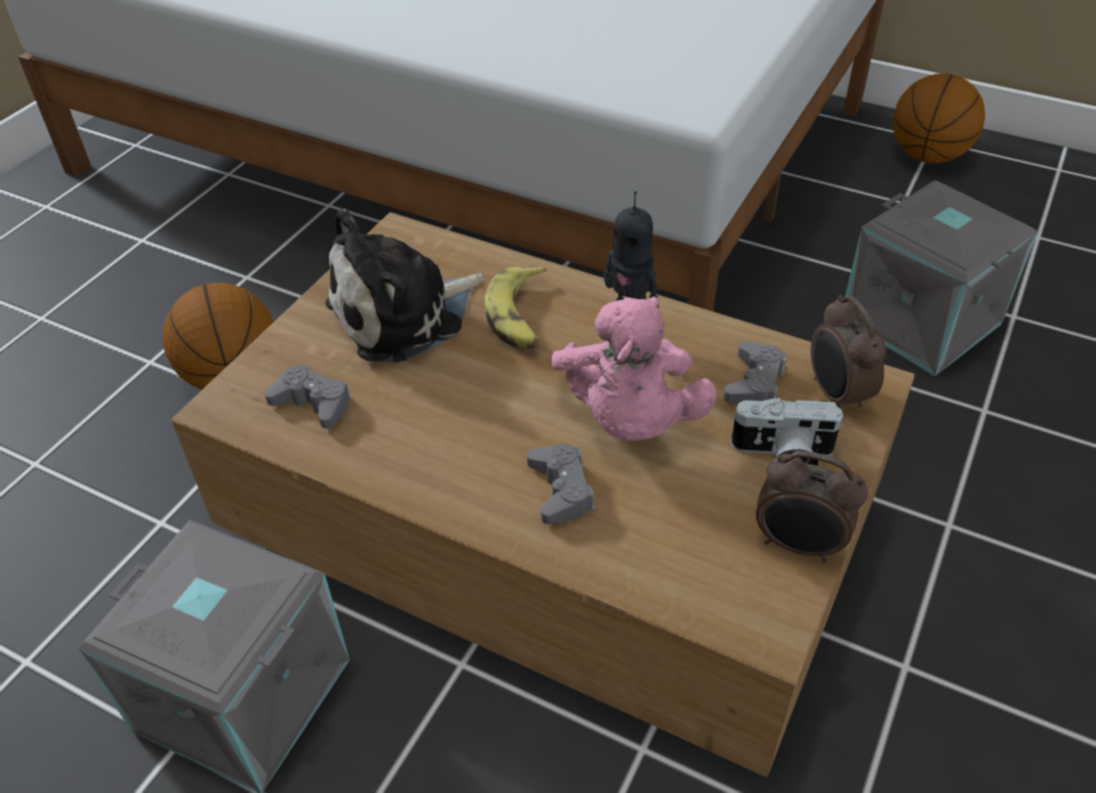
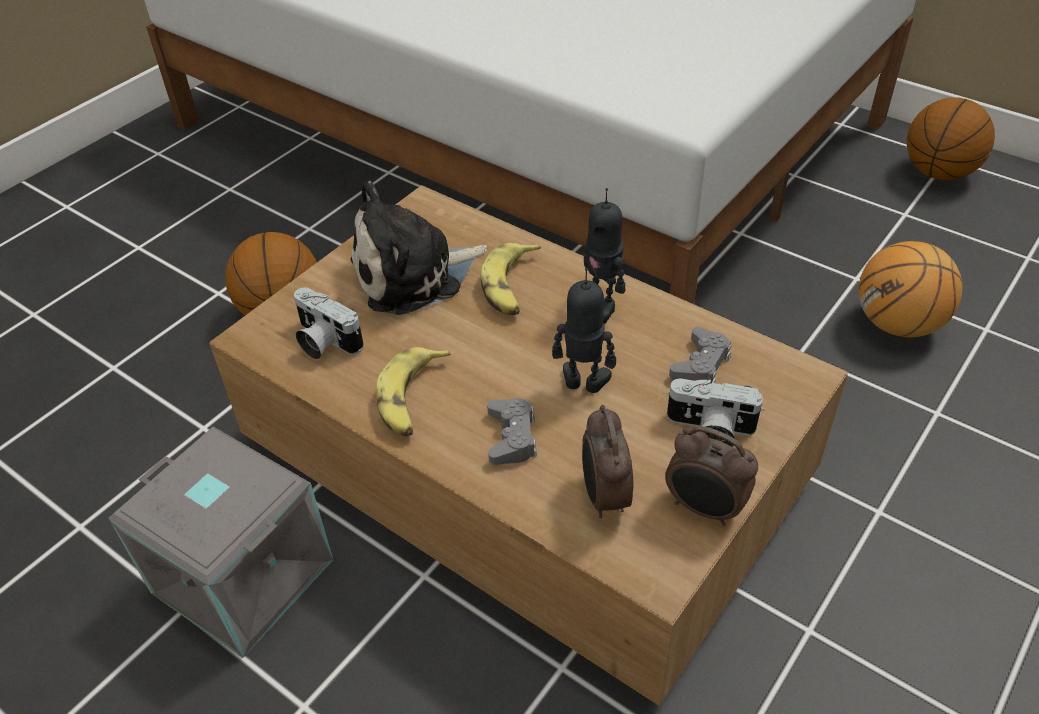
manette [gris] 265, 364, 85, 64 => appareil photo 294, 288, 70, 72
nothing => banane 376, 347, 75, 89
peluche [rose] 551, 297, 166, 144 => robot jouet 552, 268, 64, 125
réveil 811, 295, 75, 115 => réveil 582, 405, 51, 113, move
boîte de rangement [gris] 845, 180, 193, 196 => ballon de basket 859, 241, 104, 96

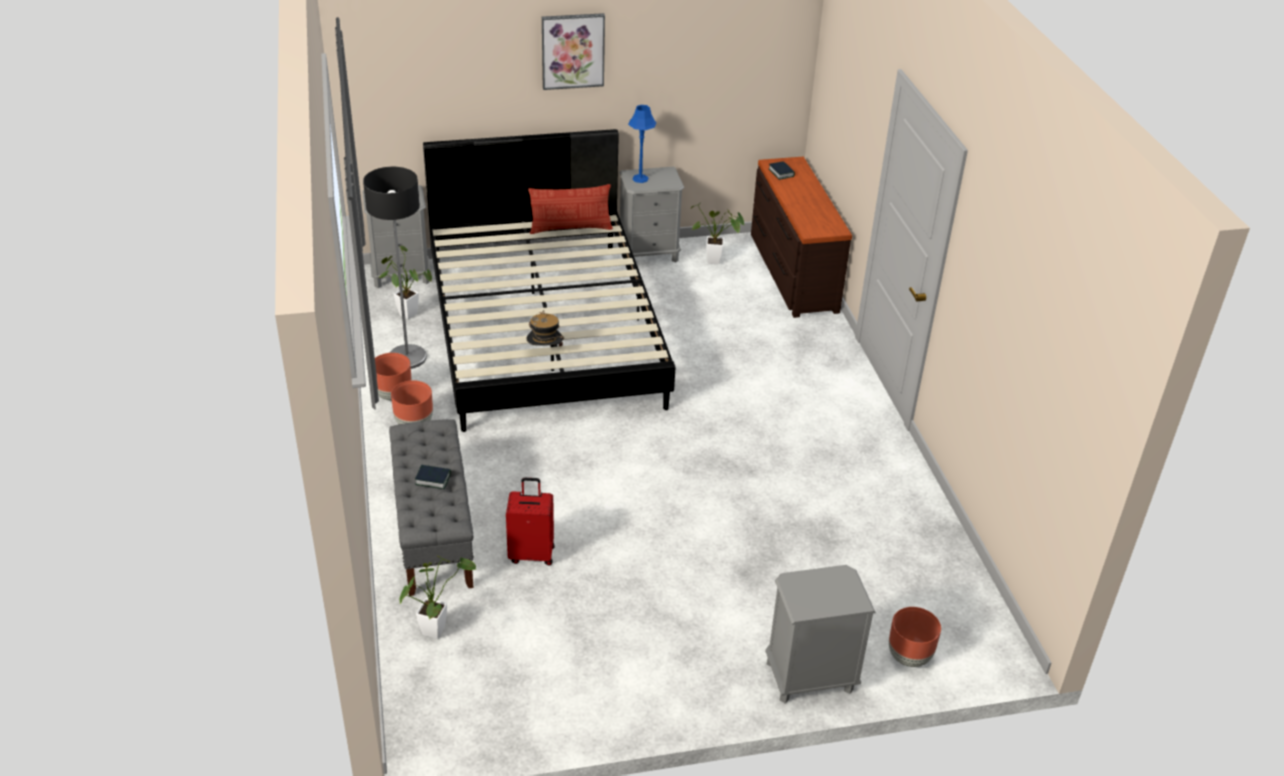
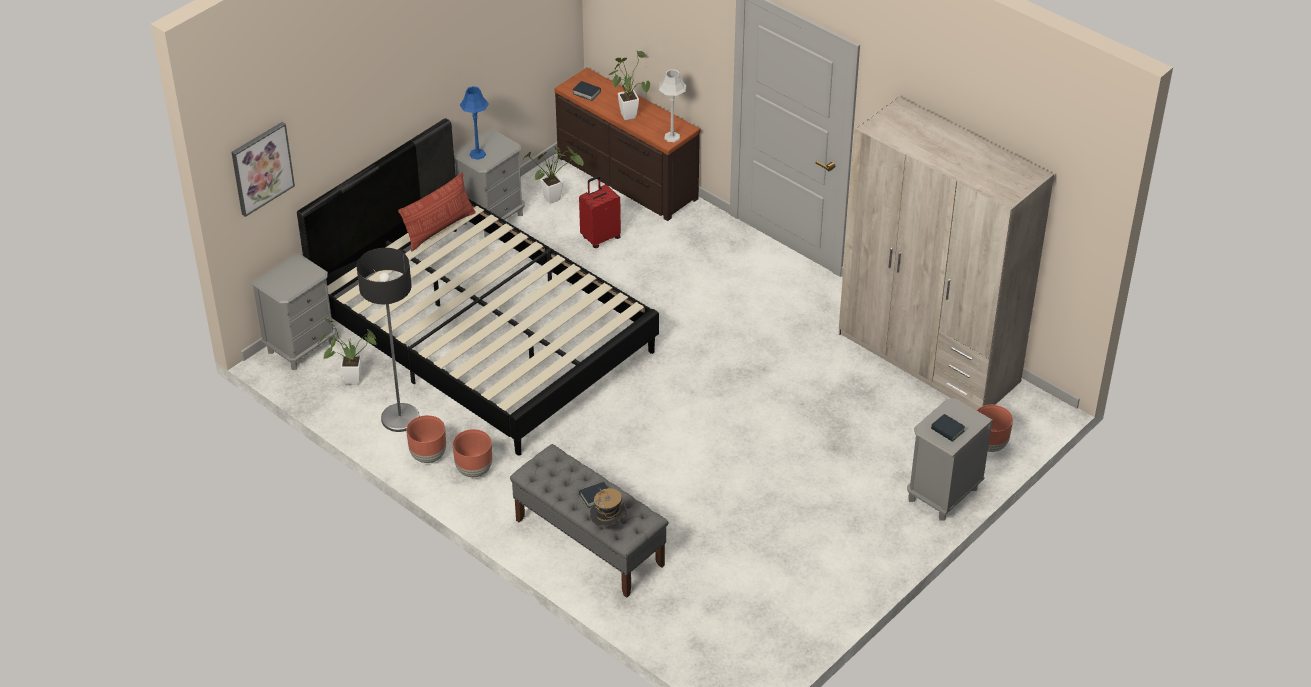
tableau 542, 13, 63, 77 => tableau 231, 122, 64, 95, move
valise [rouge] 506, 478, 49, 87 => valise [rouge] 579, 176, 42, 72, move
chapeau 526, 310, 38, 36 => chapeau 590, 488, 36, 39, move
plante en pot 400, 555, 76, 84 => plante en pot 608, 51, 42, 69, move
nothing => lampe de table [gris] 659, 69, 27, 73
nothing => armoire [beige] 839, 96, 215, 314
nothing => livre 931, 414, 34, 28

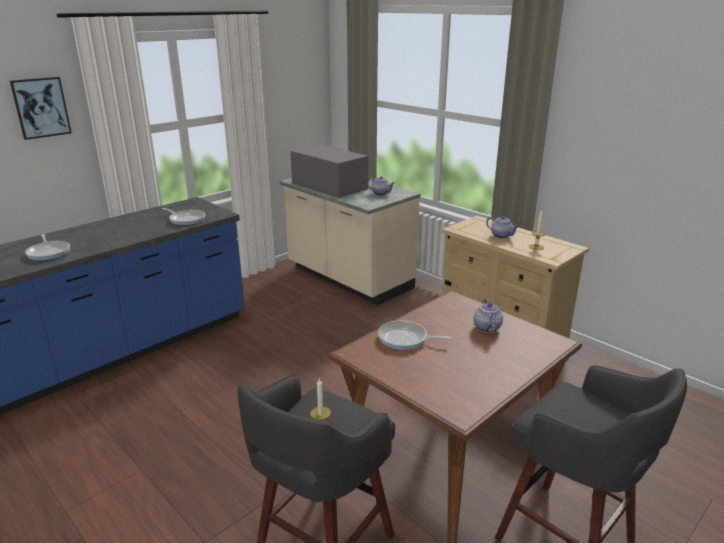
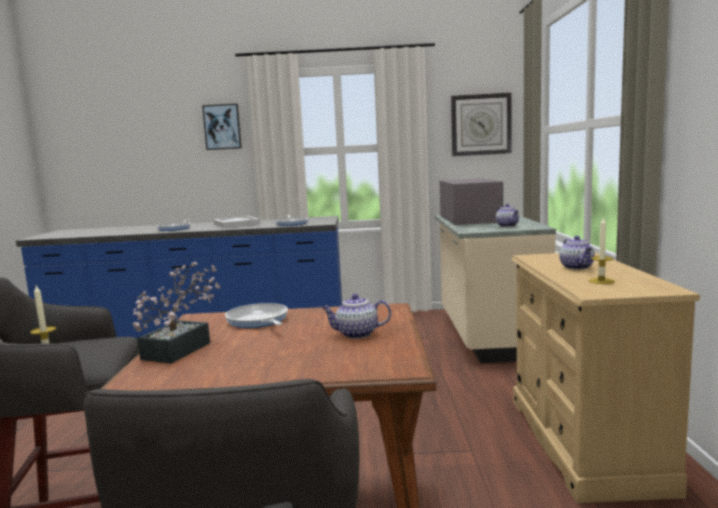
nothing => plante en pot 133, 262, 88, 102
nothing => plateau [blanc] 214, 216, 46, 12
théière 473, 299, 30, 34 => théière 321, 294, 70, 45, 135 degrees counterclockwise
nothing => horloge murale 451, 93, 60, 63

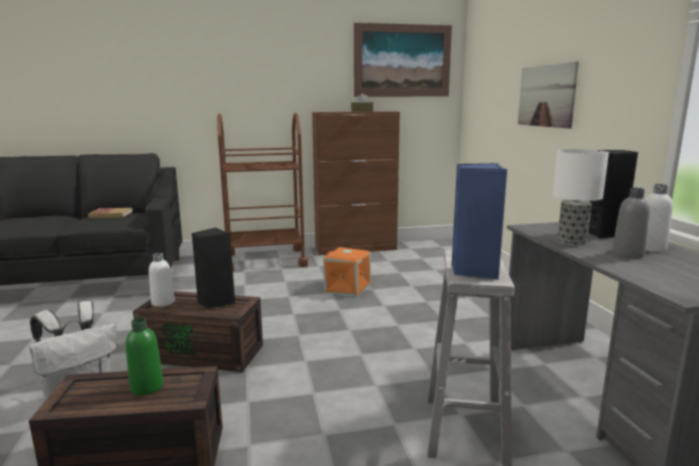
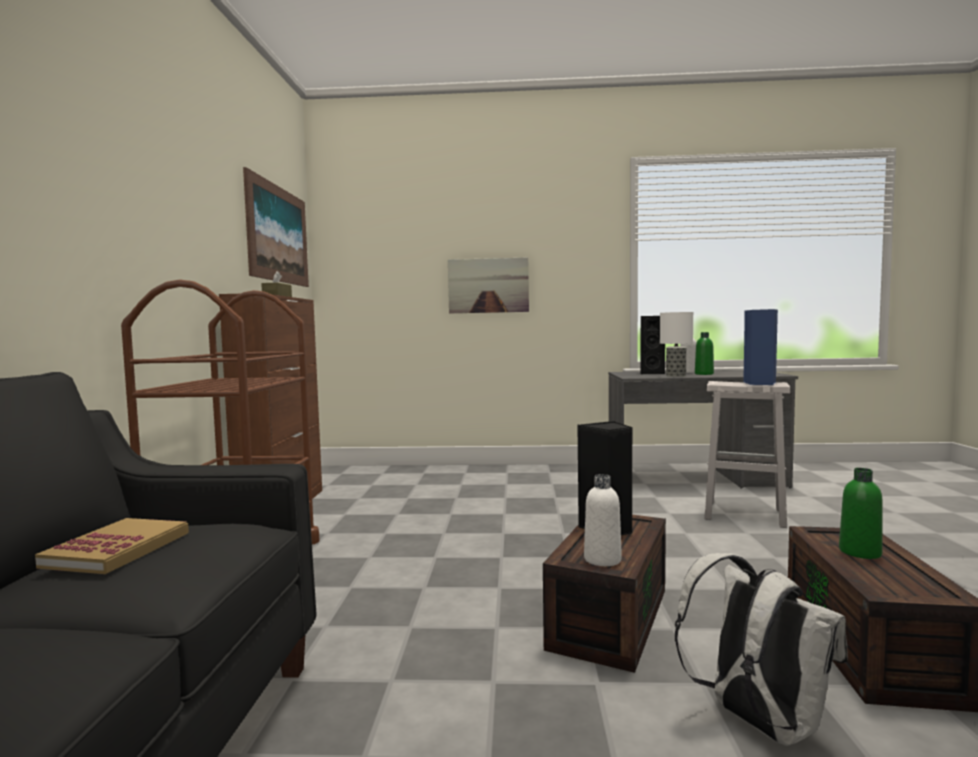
bouteille [gris] 612, 188, 38, 71 => bouteille [vert] 695, 332, 19, 43
boîte de rangement [orange] 323, 247, 48, 50 => nothing

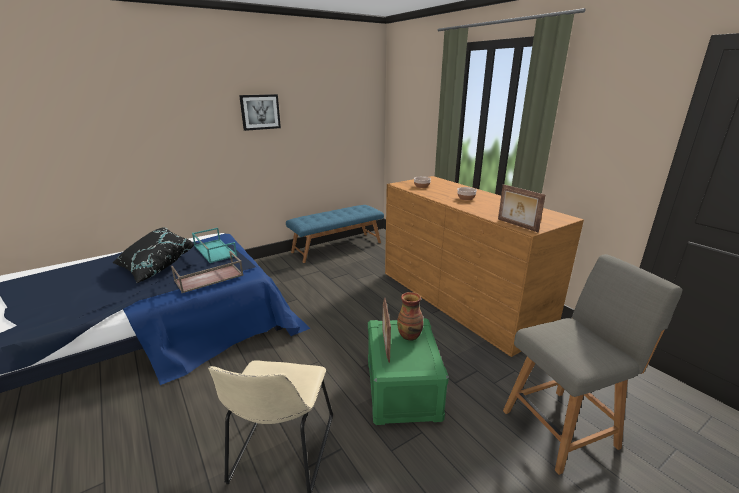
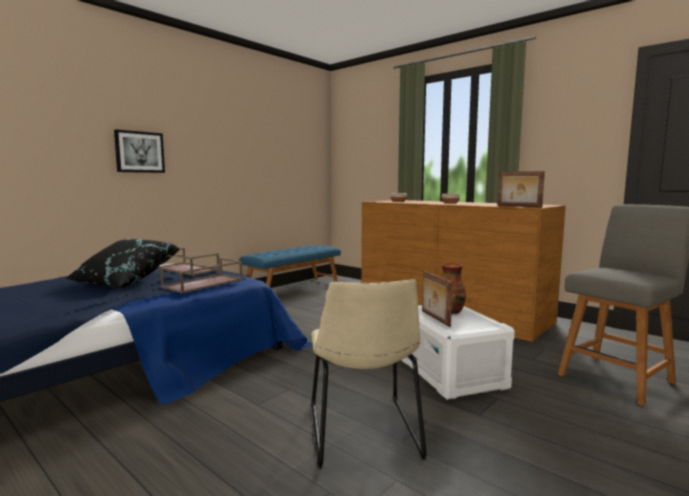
tableau 239, 94, 42, 37 => tableau 114, 129, 51, 44, move
plateau [turquoise] 192, 228, 45, 35 => plateau [marron] 158, 248, 61, 28
boîte de rangement [vert] 368, 318, 81, 107 => boîte de rangement [blanc] 402, 305, 113, 95

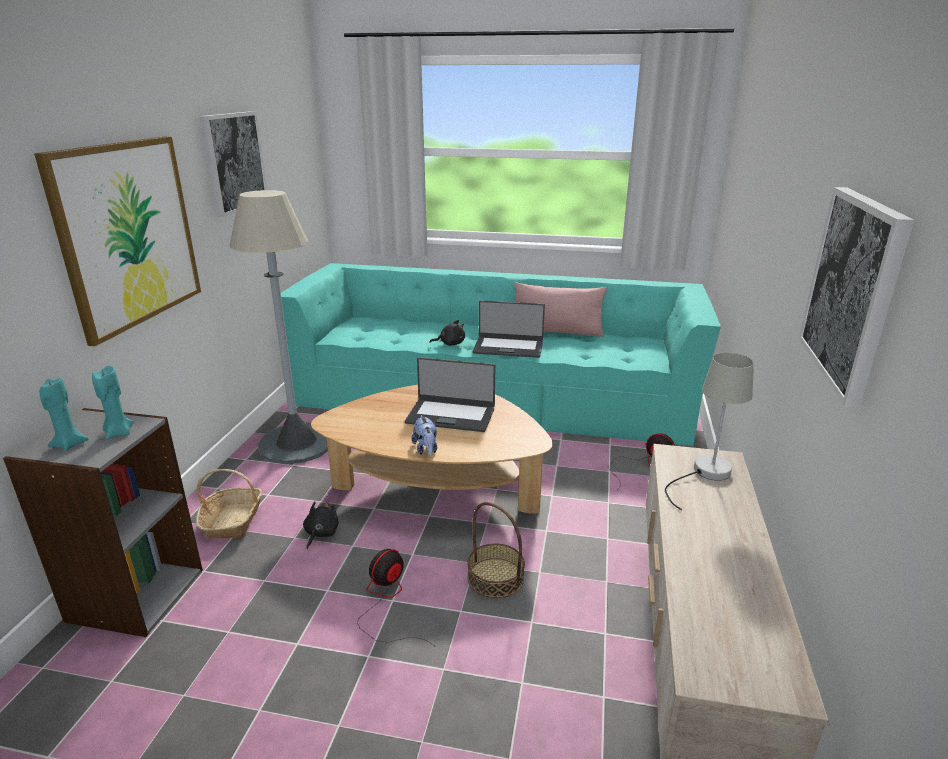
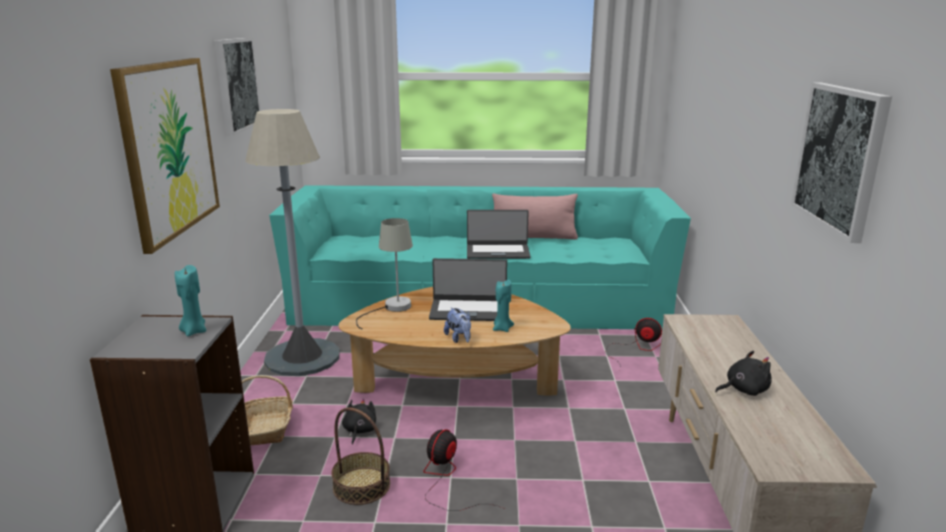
panier 467, 502, 58, 96 => panier 331, 408, 59, 97, move
lampe de table [gris] 665, 353, 89, 157 => lampe de table [gris] 356, 218, 57, 111, move
bougie [turquoise] 39, 377, 50, 74 => bougie [turquoise] 493, 280, 21, 52, move
peluche [noir] 429, 320, 36, 26 => peluche [noir] 715, 351, 57, 45, move

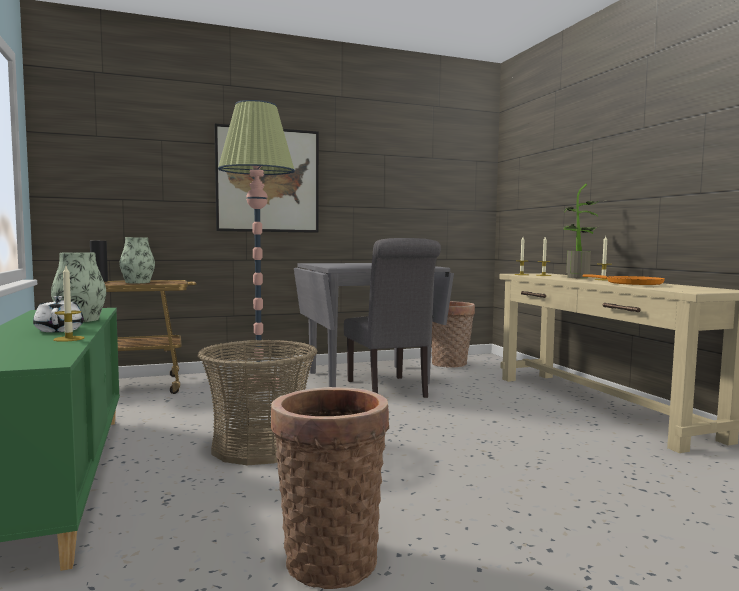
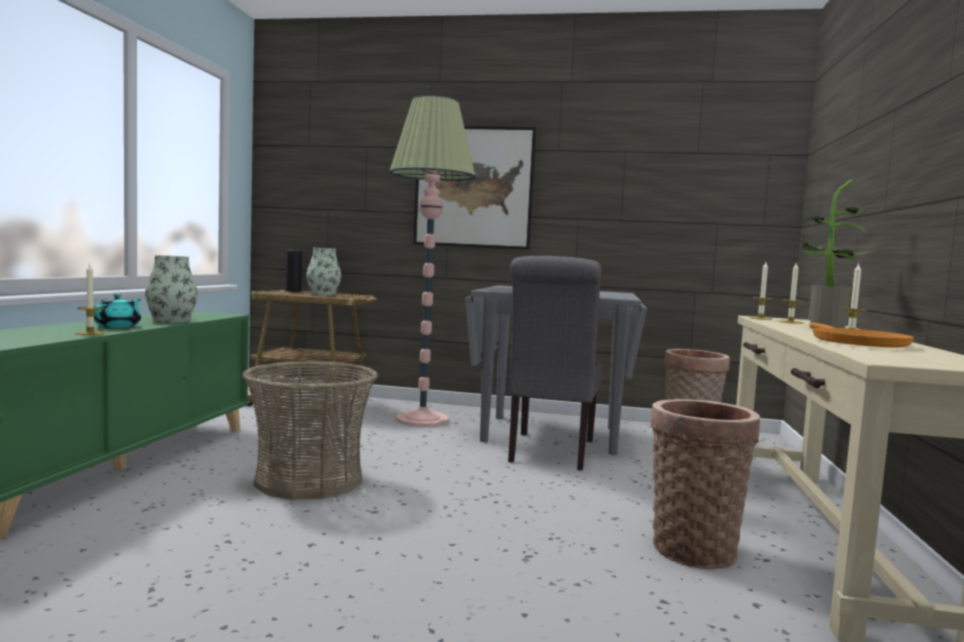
théière [blanc] 33, 296, 51, 36 => théière [turquoise] 94, 294, 47, 34
panier 271, 387, 118, 202 => panier 651, 399, 109, 170, move

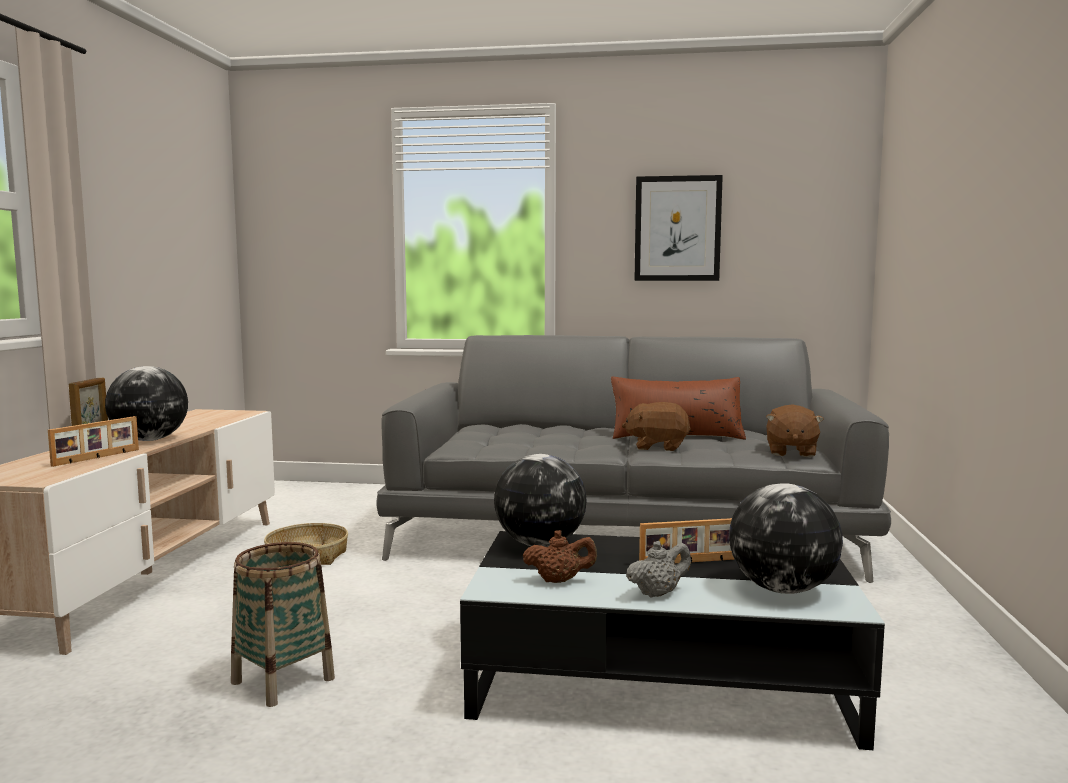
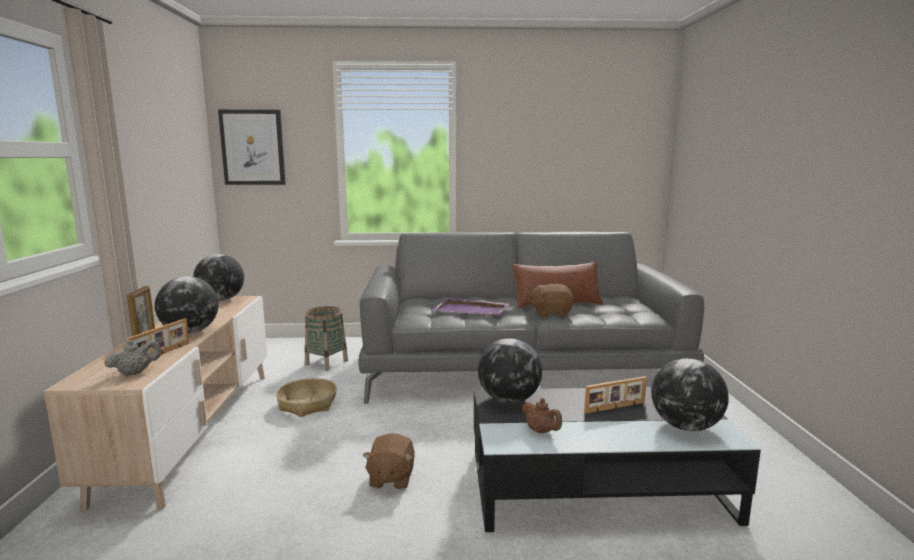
théière [gris] 626, 541, 65, 56 => théière [gris] 104, 340, 57, 36, move
nothing => globe 193, 254, 51, 47
tableau 634, 175, 89, 106 => tableau 218, 110, 68, 75, move
panier 231, 542, 104, 165 => panier 305, 306, 43, 65, move
peluche [marron] 766, 404, 58, 53 => peluche [marron] 363, 433, 52, 56, move
nothing => plateau [violet] 432, 298, 78, 17
théière [marron] 523, 530, 74, 53 => théière [marron] 521, 398, 41, 36, 60 degrees clockwise

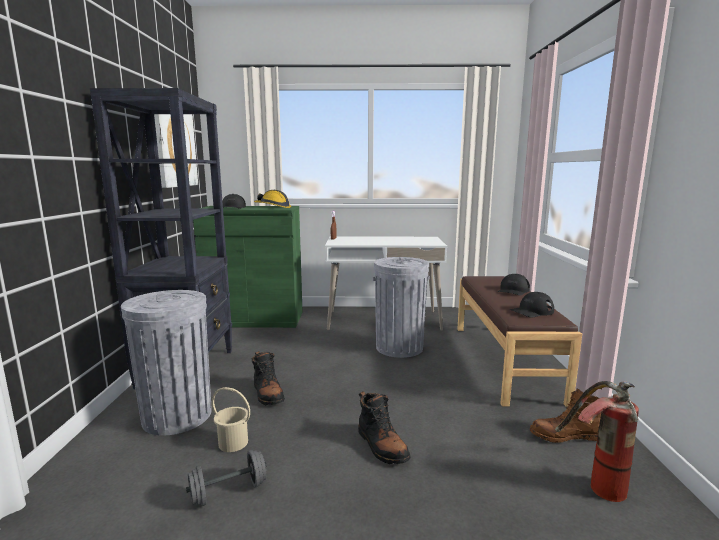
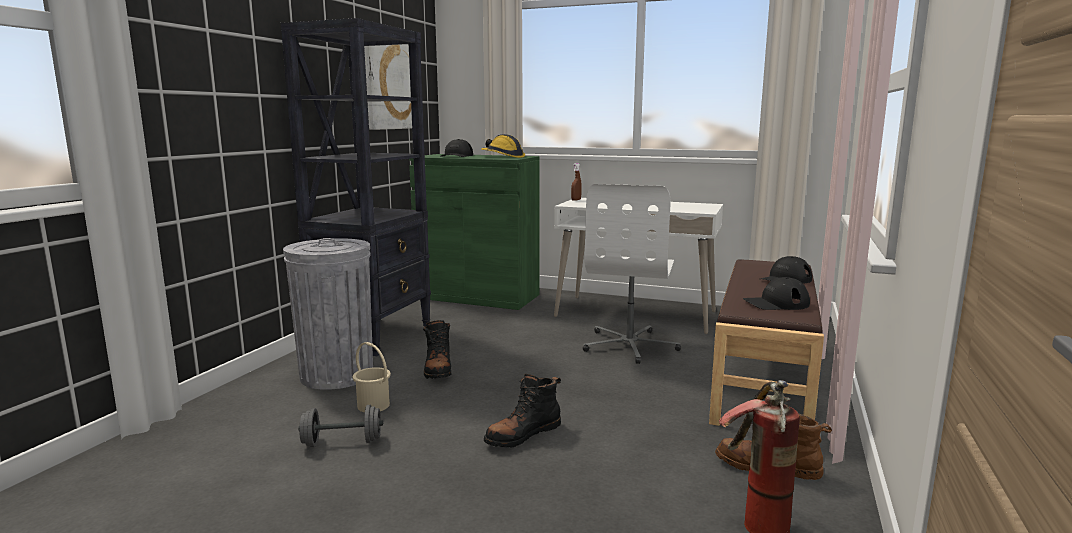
botte [noir] 358, 391, 52, 73 => botte [noir] 484, 374, 77, 74, 60 degrees clockwise
poubelle [gris] 372, 257, 58, 101 => chaise de bureau [blanc] 583, 184, 98, 180

